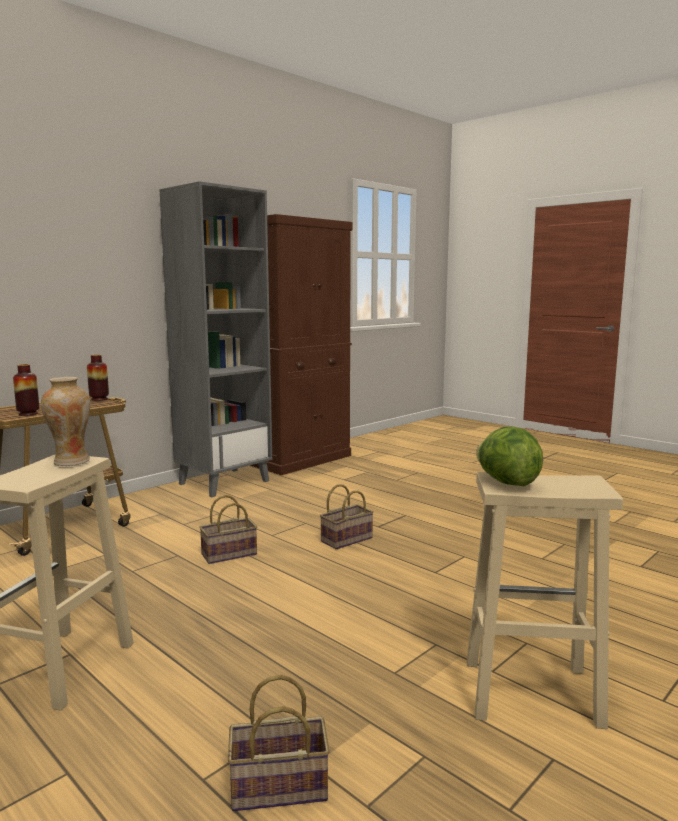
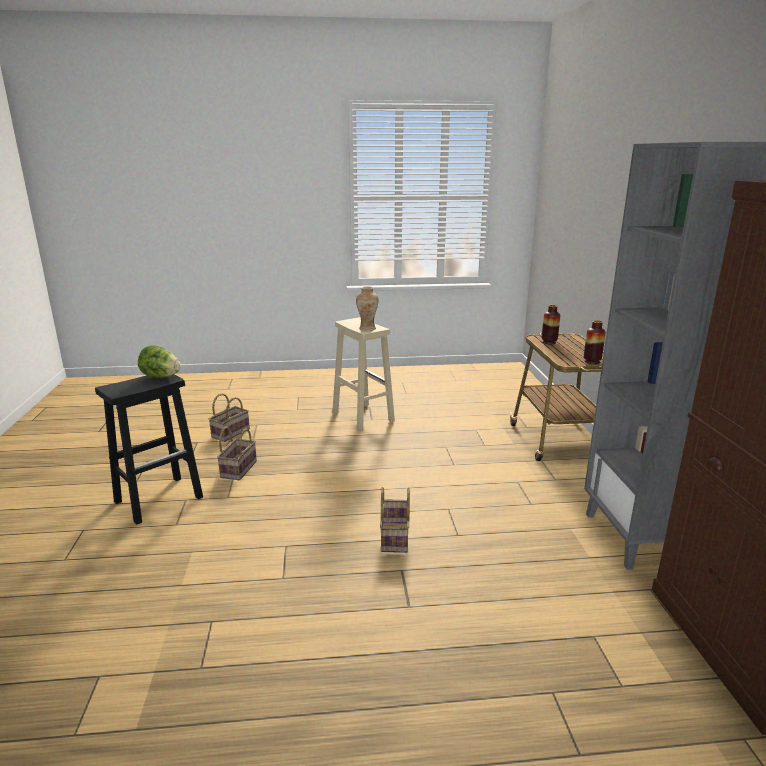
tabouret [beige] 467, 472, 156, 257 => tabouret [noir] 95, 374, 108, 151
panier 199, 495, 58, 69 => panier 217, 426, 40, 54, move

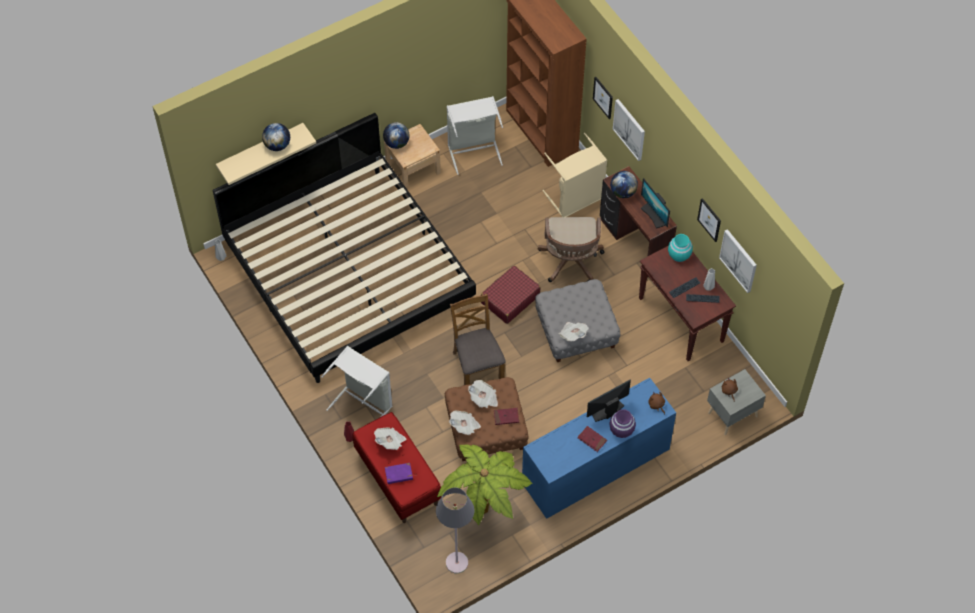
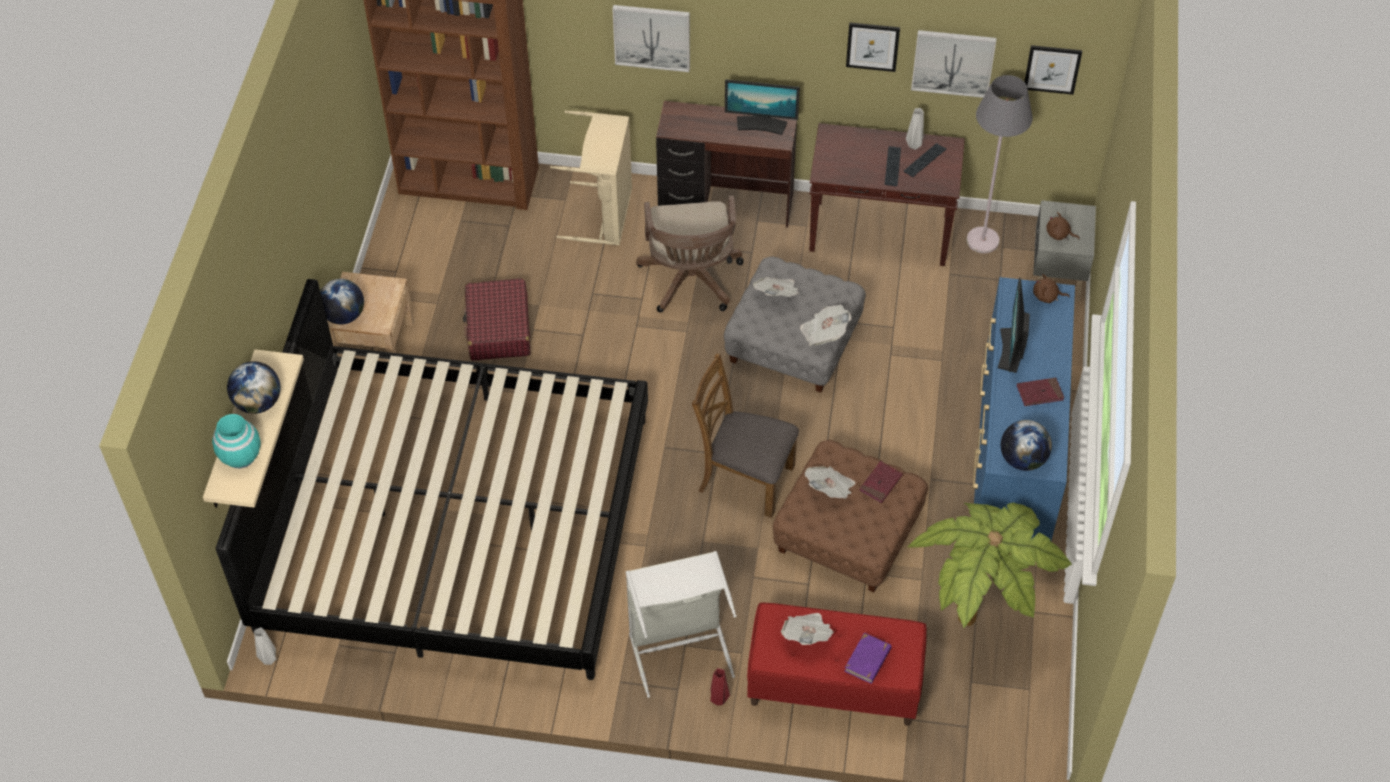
vase [turquoise] 668, 234, 25, 28 => vase [turquoise] 212, 414, 49, 54, move
valise [rouge] 481, 265, 60, 59 => valise [rouge] 463, 278, 68, 83, move
chaise de bureau [marron] 538, 217, 66, 65 => chaise de bureau [marron] 636, 196, 108, 117, 45 degrees clockwise
journal 449, 410, 32, 25 => journal 753, 277, 46, 20, move
lampadaire [gris] 436, 488, 38, 86 => lampadaire [gris] 967, 75, 65, 178, move
globe 610, 171, 28, 27 => globe 1001, 420, 51, 51, move
tableau 593, 77, 20, 42 => tableau 1024, 45, 58, 50, move
panier à linge [gris] 446, 96, 57, 79 => nothing
vase [violet] 609, 409, 27, 29 => nothing

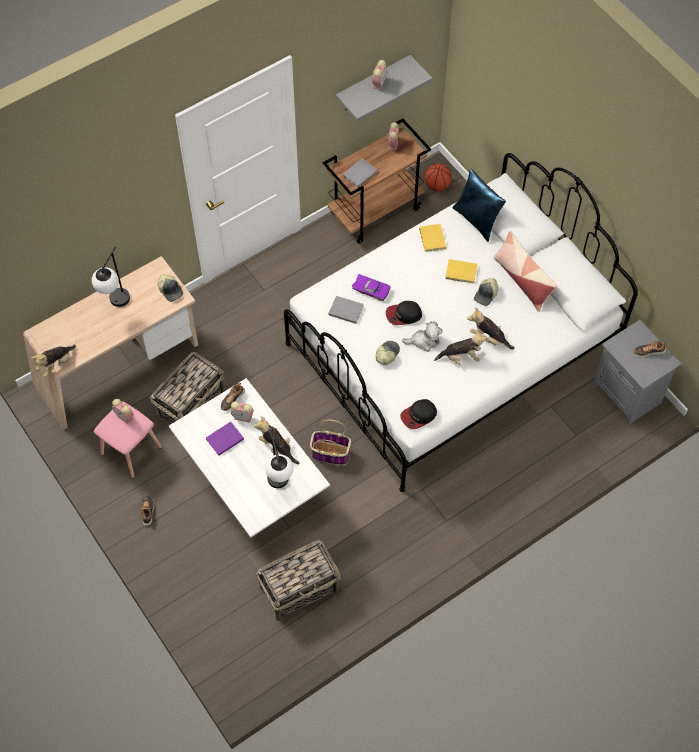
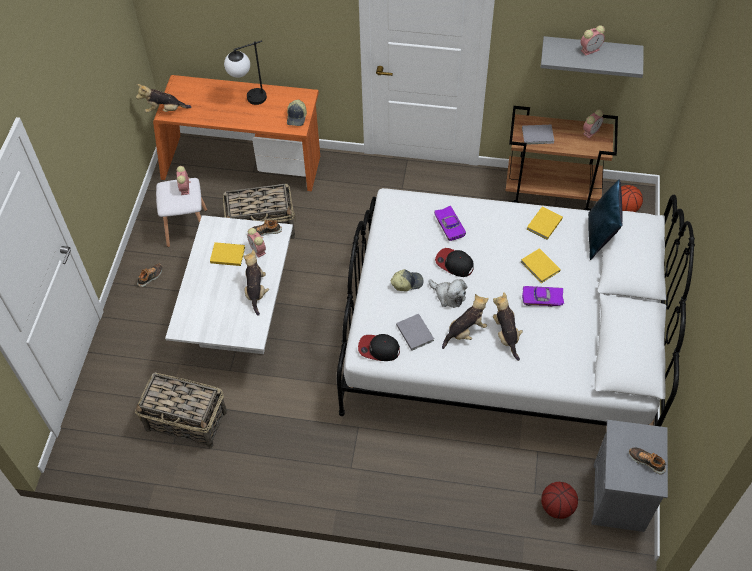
bureau [beige] 23, 256, 175, 174 => bureau [orange] 153, 75, 167, 116
tabouret [rose] 94, 401, 68, 77 => tabouret [blanc] 156, 178, 51, 69
livre [violet] 206, 422, 38, 34 => livre [jaune] 210, 242, 35, 24
livre [gris] 328, 296, 36, 28 => livre [gris] 396, 314, 38, 37, move
peluche 434, 329, 53, 36 => peluche 442, 294, 47, 55, 75 degrees counterclockwise
casquette 474, 278, 24, 28 => petite voiture [violet] 522, 286, 42, 21
nothing => ballon de basket 541, 482, 37, 37
lampe de table 265, 432, 29, 56 => nothing
panier 310, 420, 41, 45 => nothing
coussin 494, 231, 64, 81 => nothing

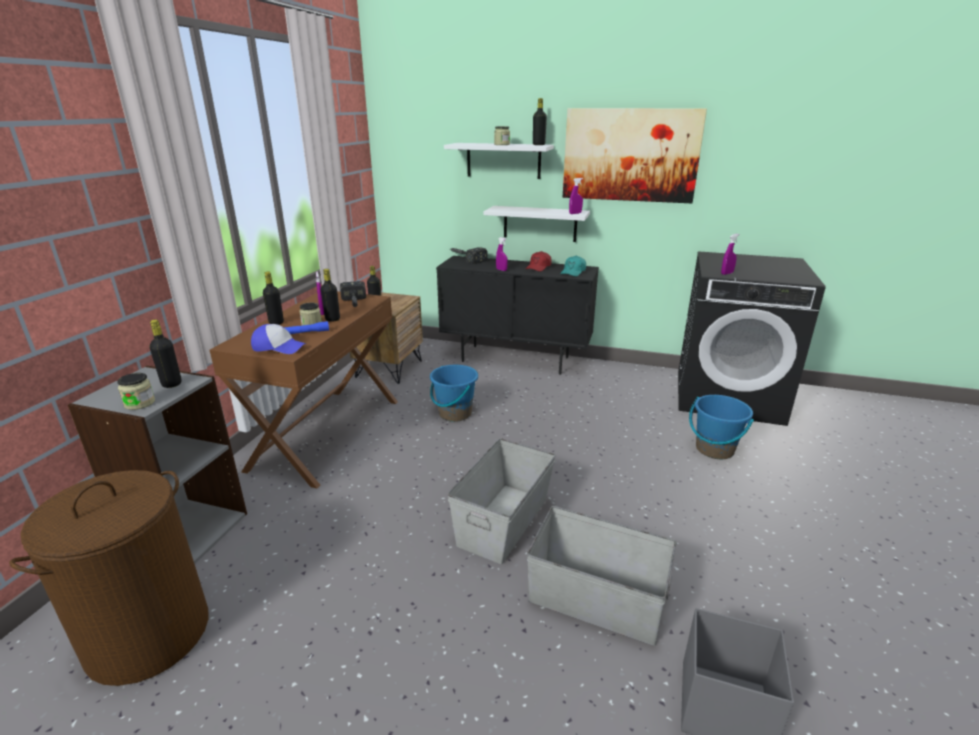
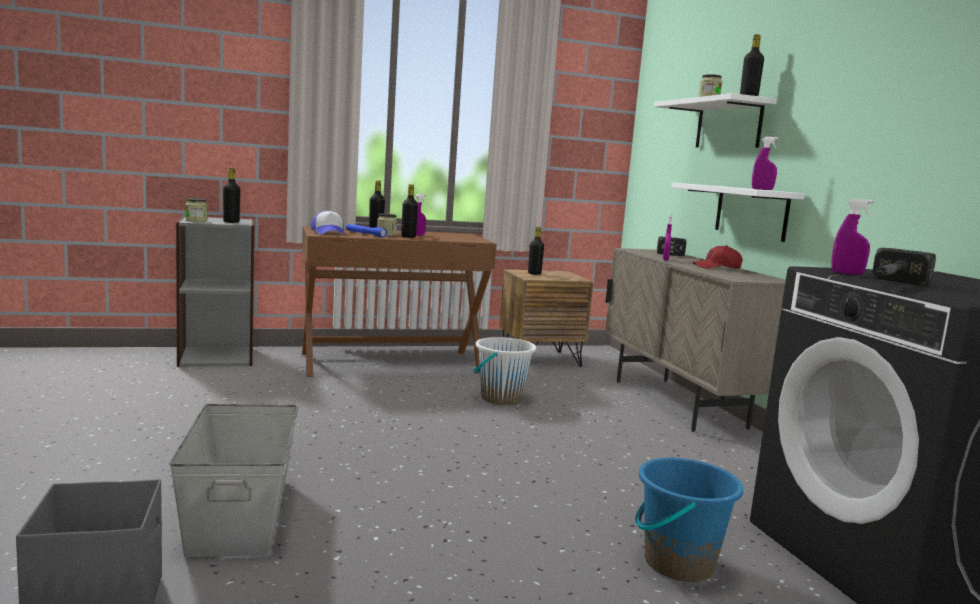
seau [bleu] 430, 365, 48, 57 => seau [blanc] 473, 337, 63, 68
meuble de rangement [noir] 436, 256, 163, 119 => meuble de rangement [beige] 605, 248, 182, 184
marteau 340, 281, 26, 26 => marteau 872, 248, 64, 37, move
panier à linge [marron] 9, 470, 200, 216 => nothing
boîte de rangement [gris] 447, 438, 109, 126 => nothing
casquette [turquoise] 560, 256, 26, 21 => nothing
tableau 563, 108, 144, 95 => nothing

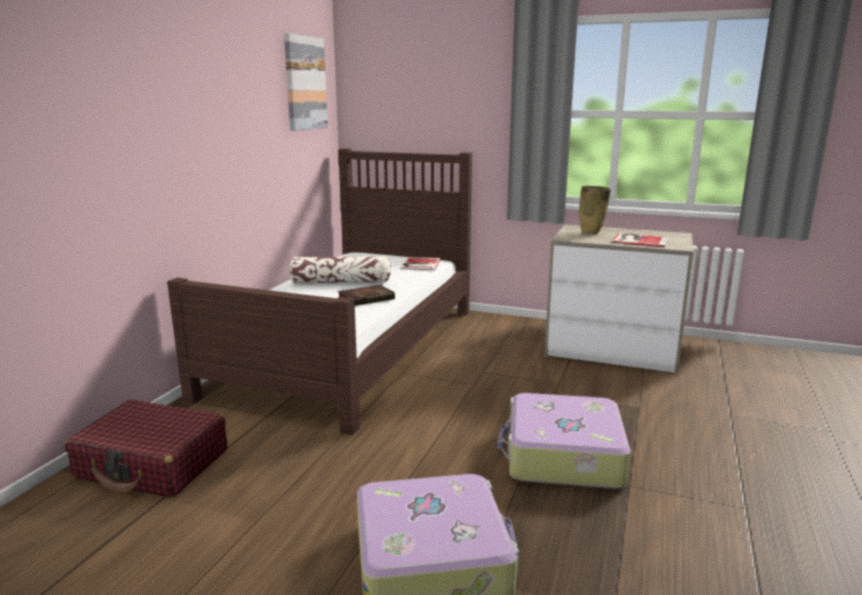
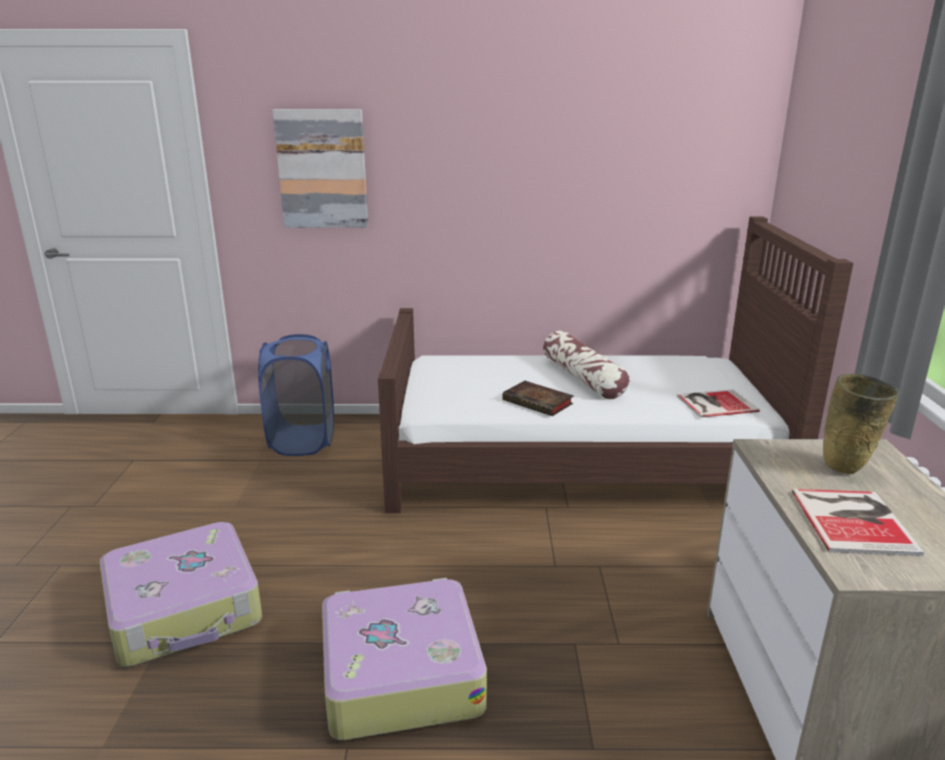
valise [rouge] 65, 400, 162, 98 => panier à linge [bleu] 258, 334, 76, 122
tableau 284, 33, 44, 98 => tableau 273, 109, 95, 119, move

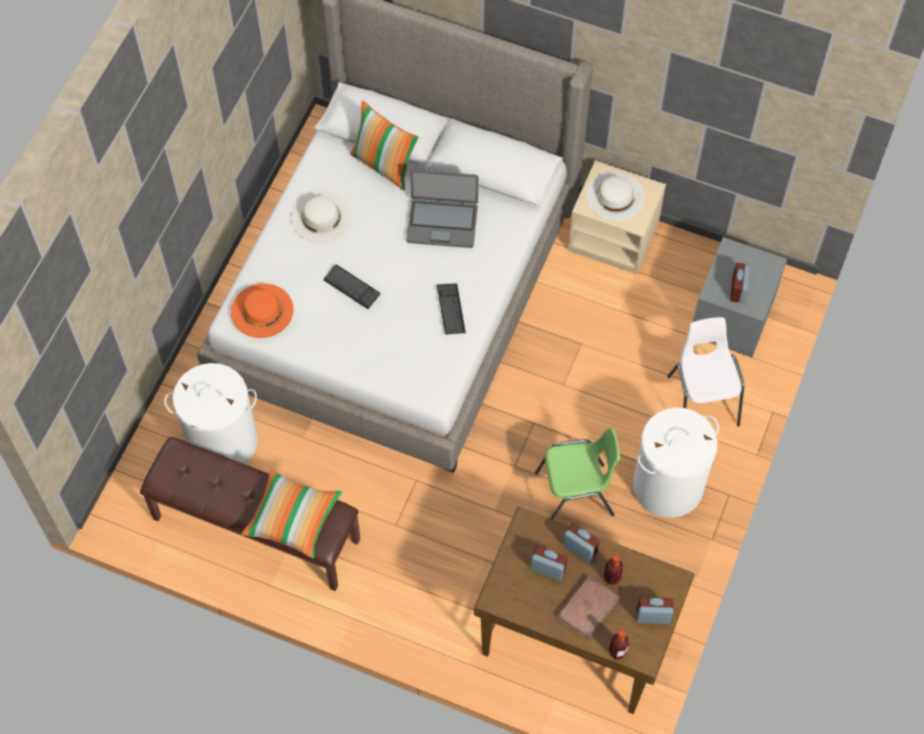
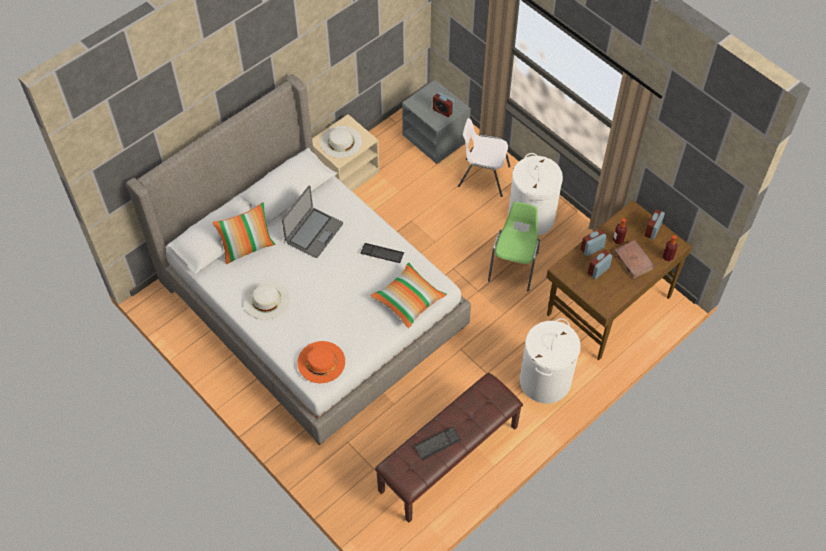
coussin 241, 469, 101, 90 => coussin 370, 262, 77, 66, move
clavier 323, 264, 57, 45 => clavier 414, 427, 47, 33, move
panier à linge [blanc] 164, 363, 94, 101 => panier à linge [blanc] 520, 318, 61, 85, move

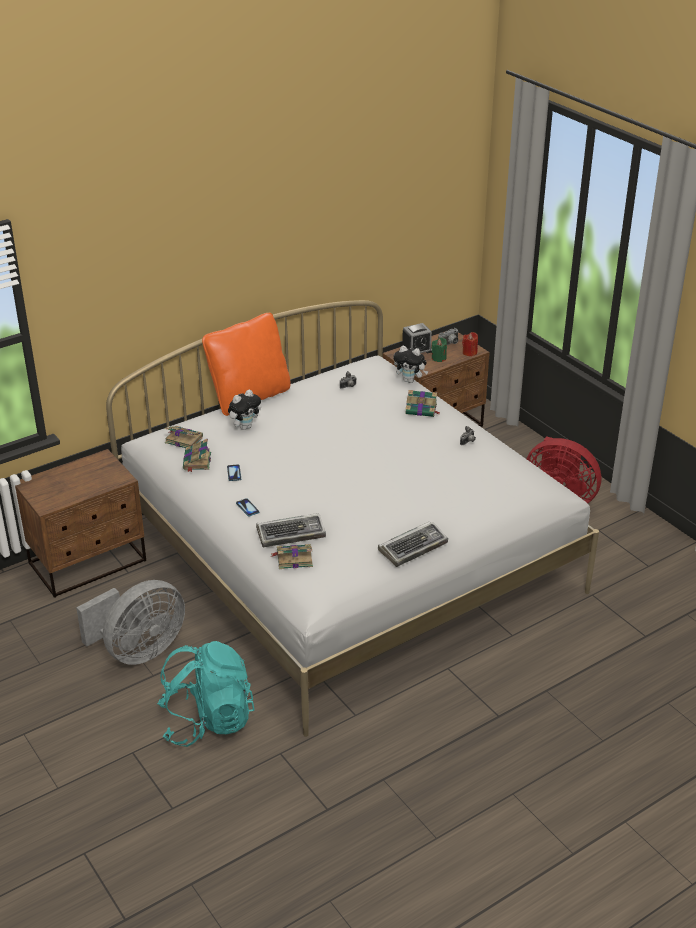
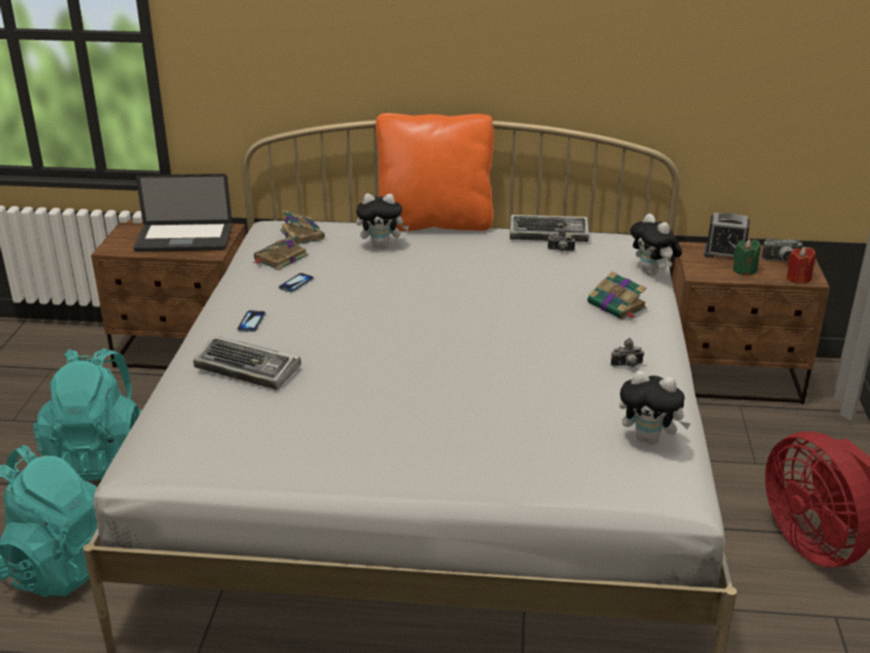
ventilateur [gris] 76, 580, 109, 85 => sac à dos [turquoise] 33, 348, 109, 133
nothing => ordinateur portable 133, 174, 99, 78
clavier 378, 522, 70, 45 => clavier 510, 215, 79, 27, move
nothing => peluche 619, 370, 72, 75
livre 271, 544, 42, 25 => nothing

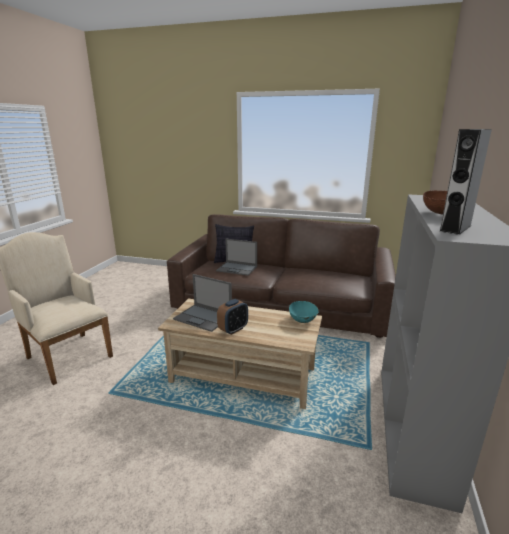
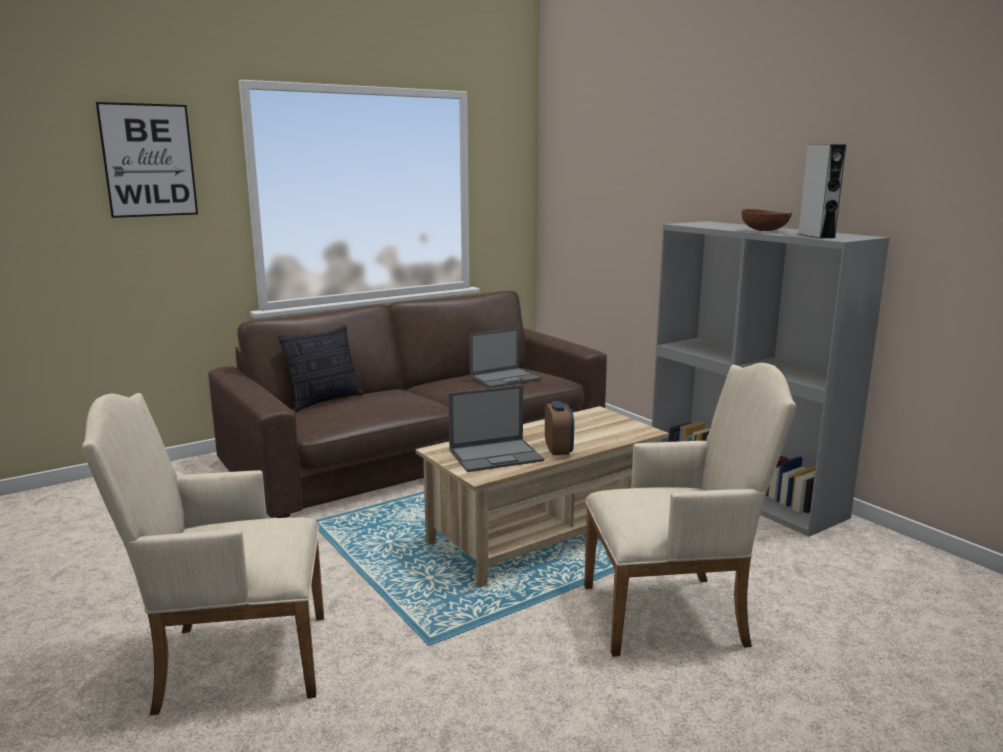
nothing => tableau 96, 102, 102, 116
ordinateur portable 216, 239, 41, 37 => ordinateur portable 469, 328, 72, 60, move
nothing => fauteuil [beige] 584, 363, 213, 294
bol [turquoise] 289, 301, 30, 22 => nothing

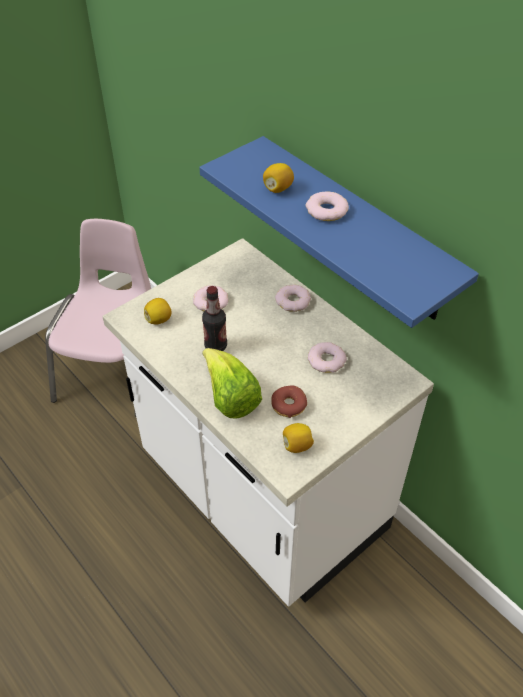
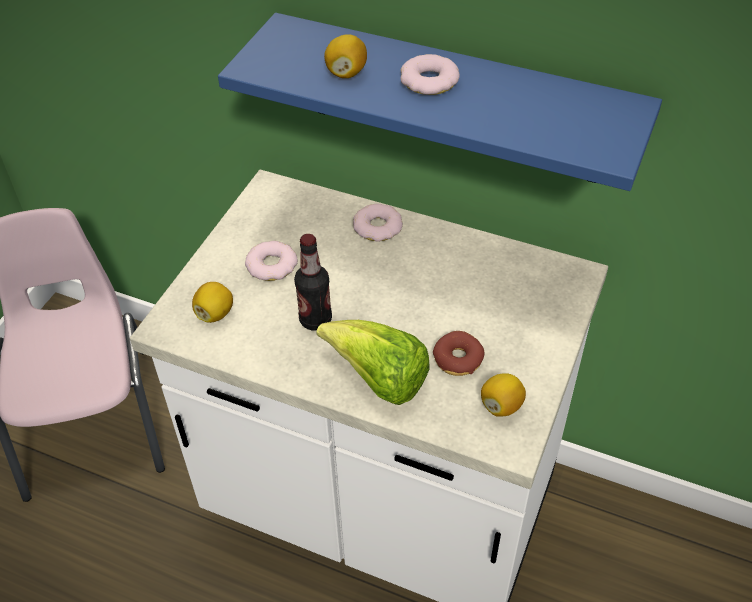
beignet 308, 342, 39, 31 => nothing

